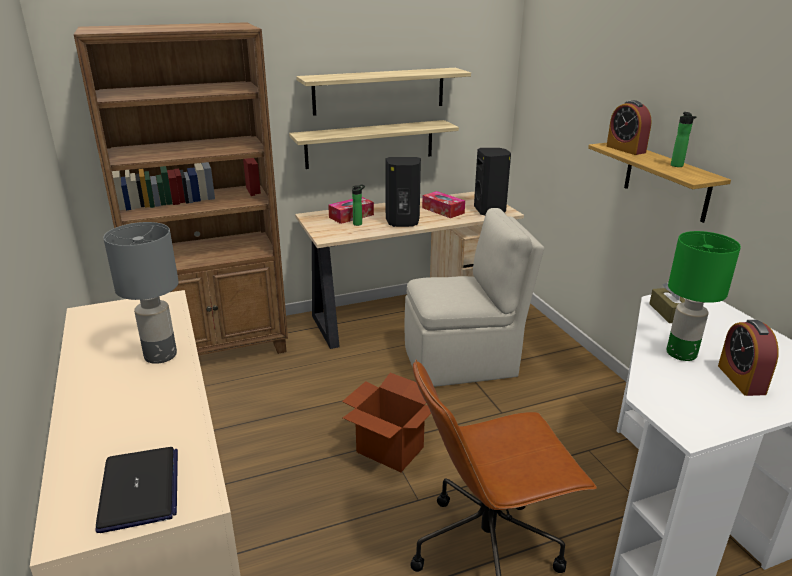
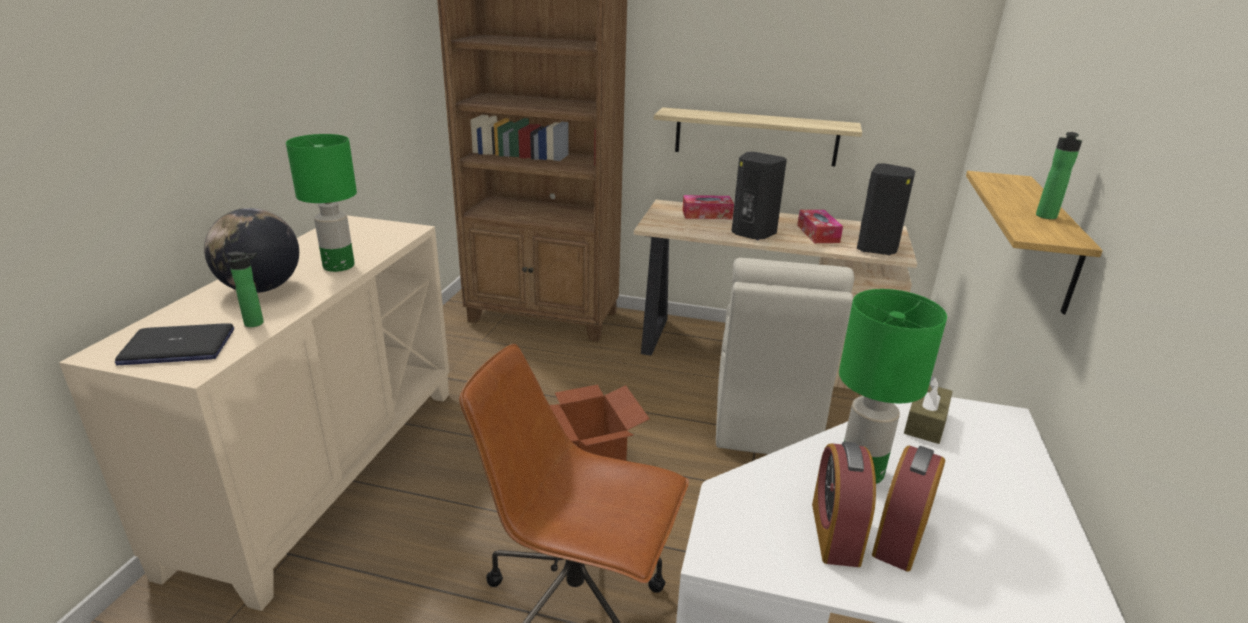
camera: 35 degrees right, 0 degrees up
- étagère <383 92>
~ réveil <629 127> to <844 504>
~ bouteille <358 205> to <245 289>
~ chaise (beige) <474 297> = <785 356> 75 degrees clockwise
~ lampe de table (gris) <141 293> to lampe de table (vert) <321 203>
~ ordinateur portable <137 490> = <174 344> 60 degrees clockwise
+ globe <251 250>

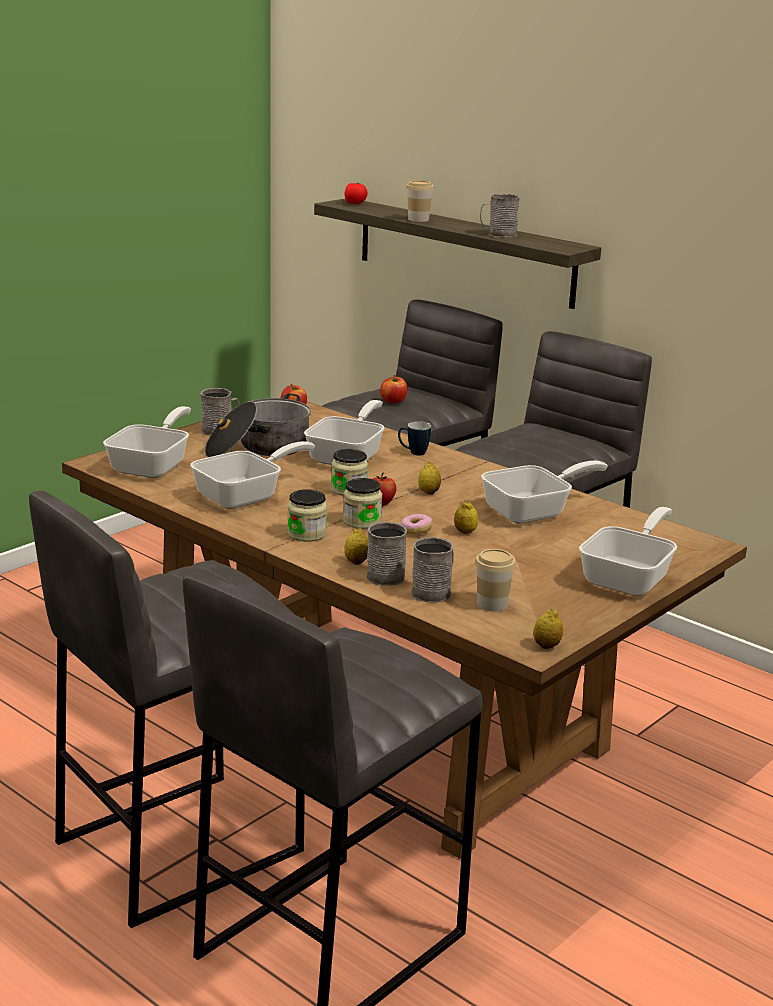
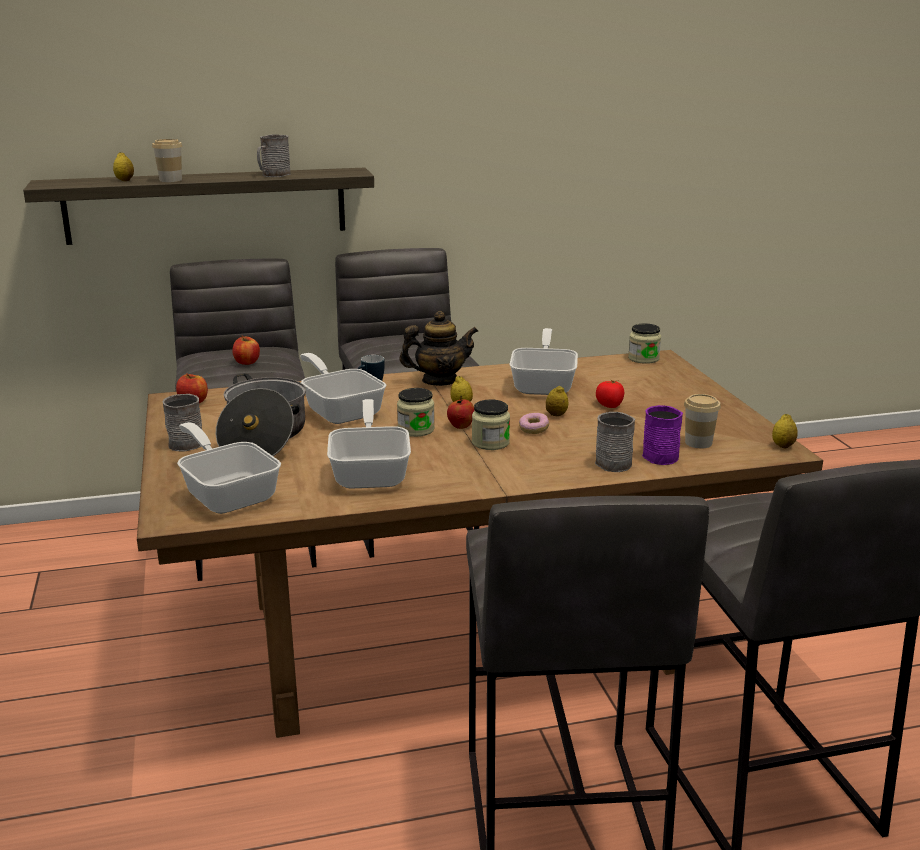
camera: 55 degrees left, 0 degrees up
~ tomate <356 193> to <610 393>
~ bocal <307 515> to <644 343>
- poêle <628 551>
~ citron <356 546> to <123 166>
~ mug (gris) <432 569> to mug (violet) <662 435>
+ théière <438 348>

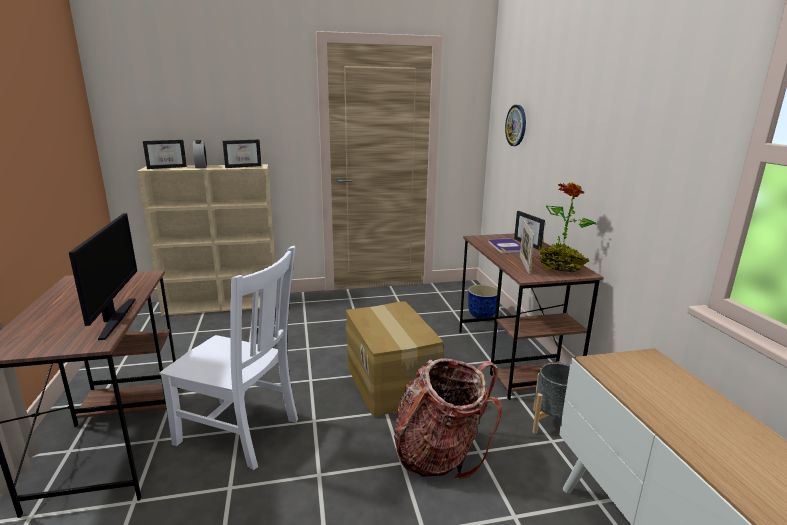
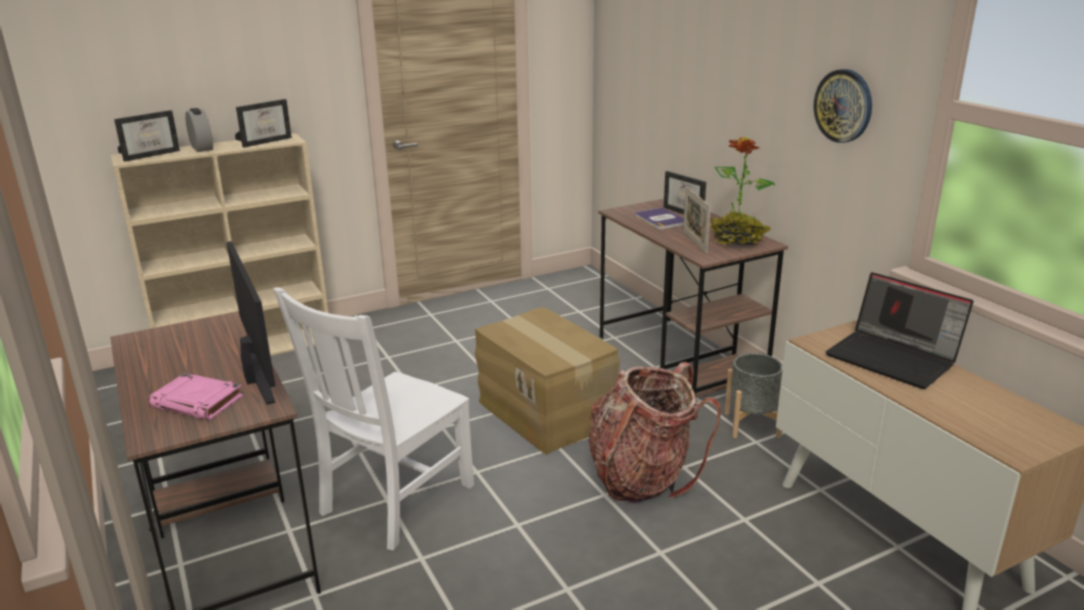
camera: 15 degrees left, 5 degrees up
~ horloge murale <515 125> to <842 106>
~ chaise (blanc) <229 358> = <373 419> 120 degrees clockwise
- cache-pot <483 301>
+ ordinateur portable <899 330>
+ livre (rose) <195 396>

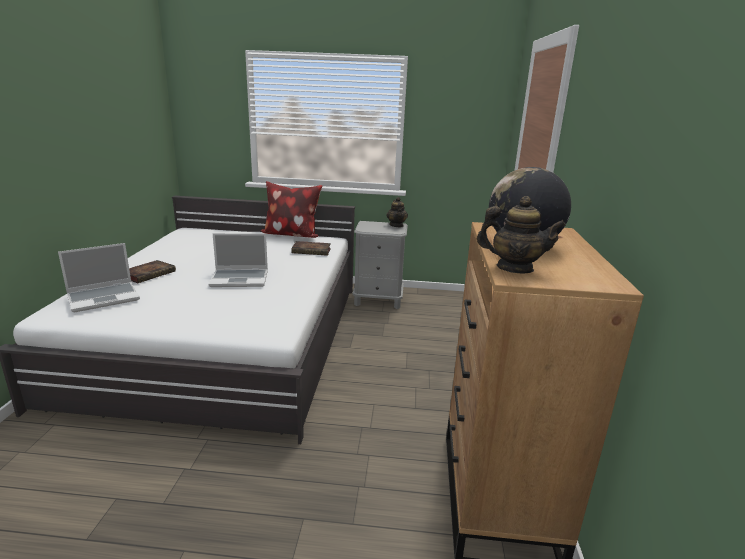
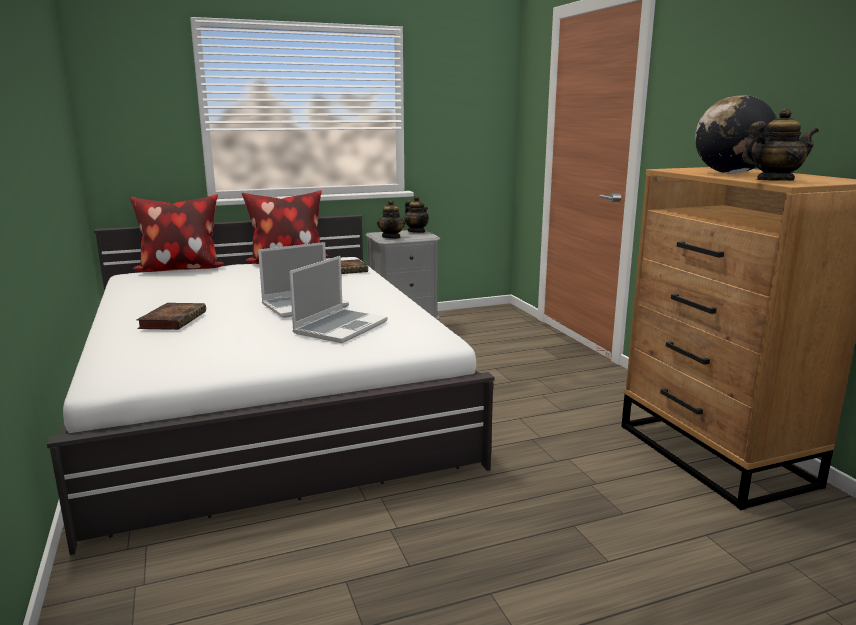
camera: 25 degrees left, 5 degrees down
~ ordinateur portable <99 278> to <338 299>
+ coussin <177 233>
+ théière <391 219>

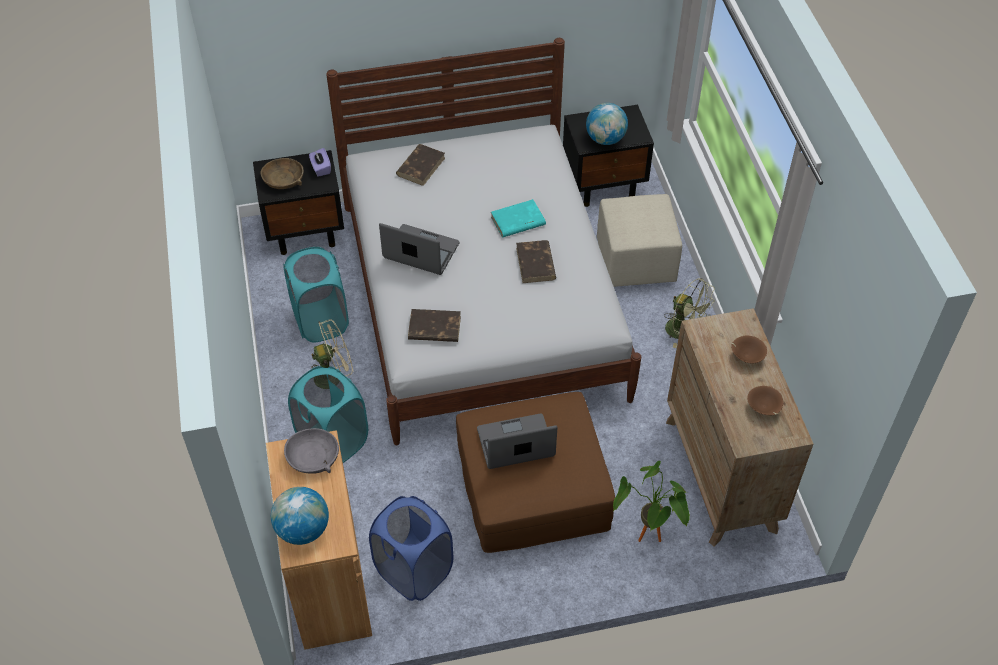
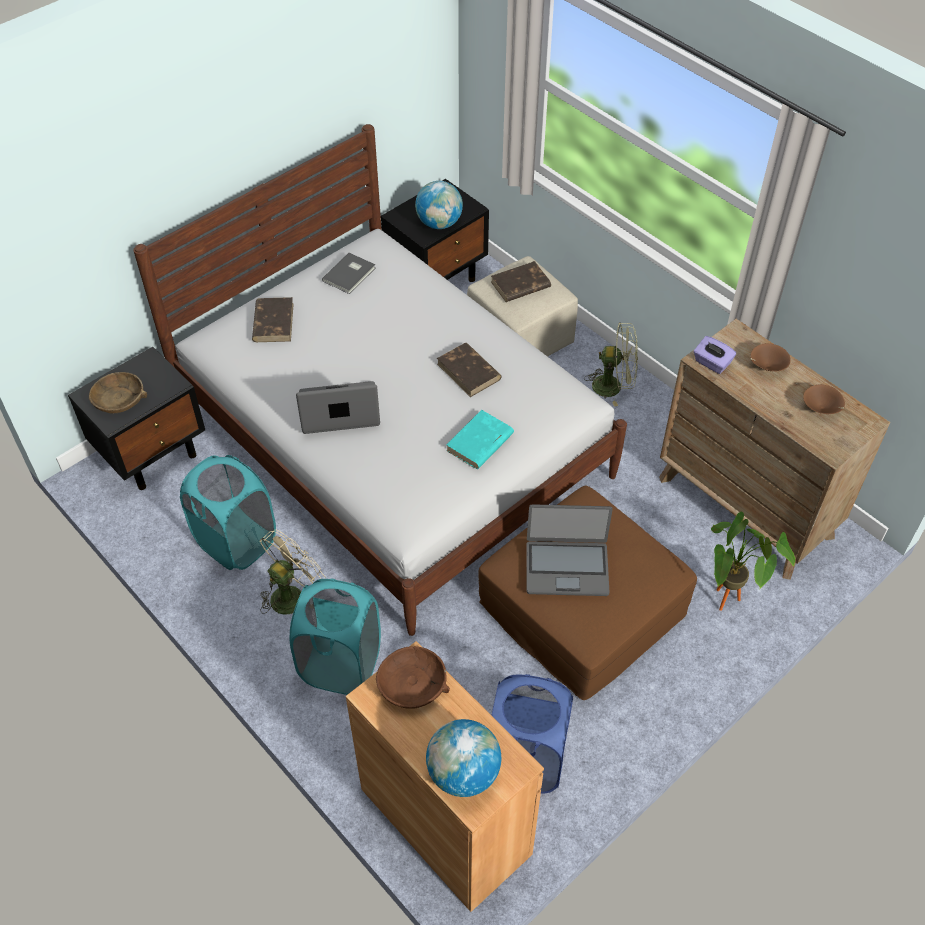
camera: 30 degrees left, 0 degrees up
~ boîte à mouchoirs (violet) <320 162> to <715 355>
~ livre (turquoise) <518 218> to <480 439>
~ livre (marron) <434 325> to <521 281>
~ ordinateur portable <517 441> = <569 550> 135 degrees counterclockwise
~ bol (gris) <311 451> to bol (marron) <413 677>
+ livre (gris) <348 273>

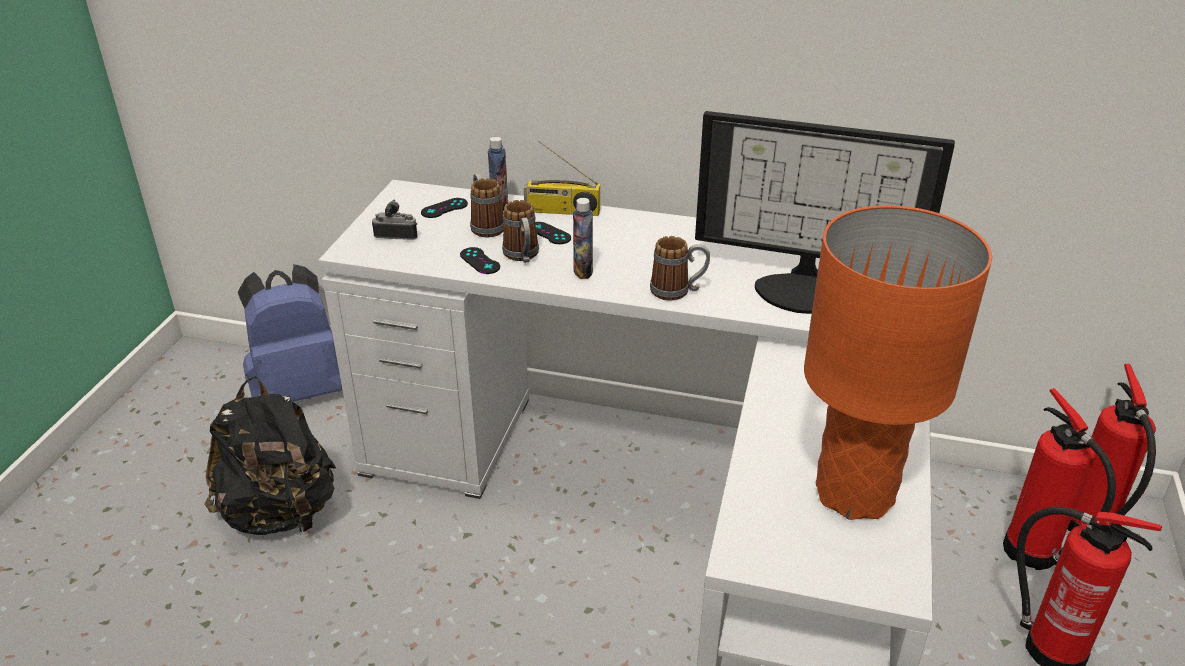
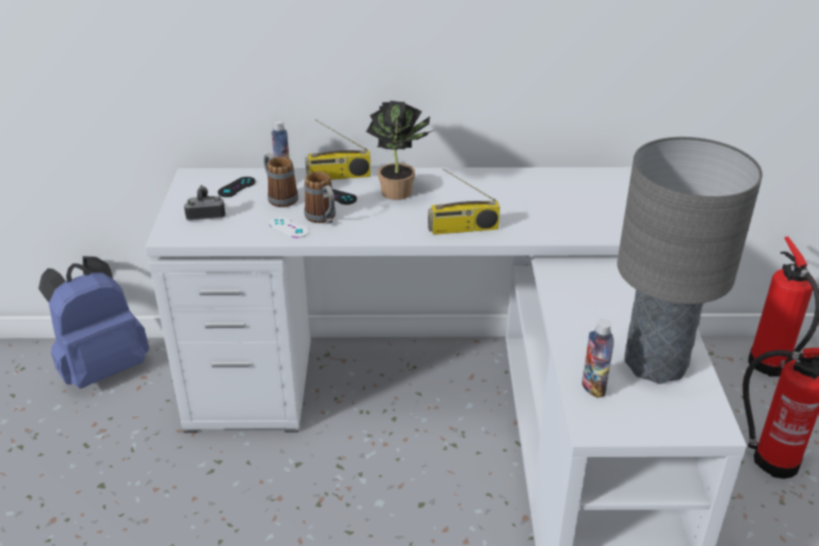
camera: 15 degrees left, 0 degrees up
- écran d'ordinateur <825 212>
~ bouteille <583 238> to <598 358>
~ lampe de table (orange) <898 362> to lampe de table (gris) <690 260>
~ mug <680 268> to radio <464 202>
~ manette (noir) <480 260> to manette (blanc) <289 227>
- sac à dos (noir) <270 455>
- extincteur <1059 479>
+ plante en pot <400 150>

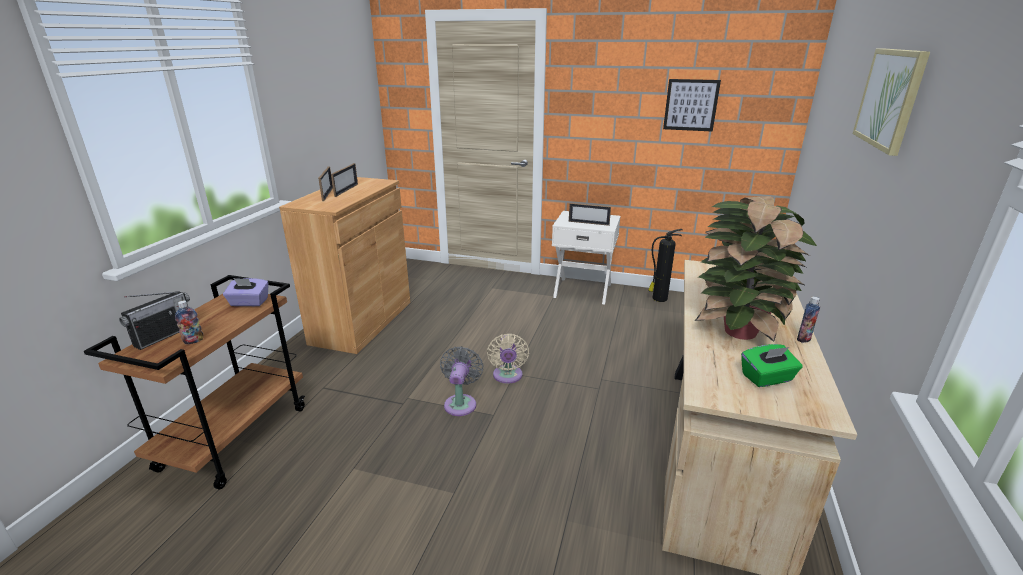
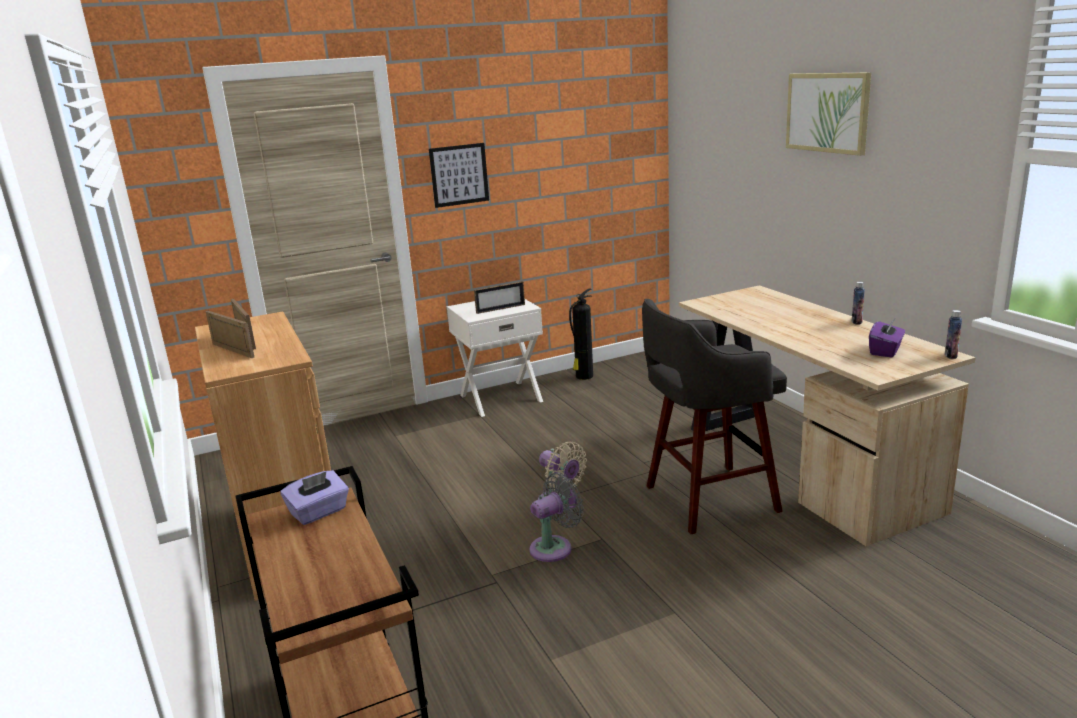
camera: 40 degrees left, 5 degrees down
~ tableau <692 105> to <459 175>
- plante en pot <756 269>
- radio <154 320>
~ bouteille <189 322> to <953 334>
~ boîte à mouchoirs (vert) <772 365> to boîte à mouchoirs (violet) <887 338>
~ ventilateur (gris) <462 381> = <557 517> 90 degrees clockwise
+ tabouret (gris) <714 416>

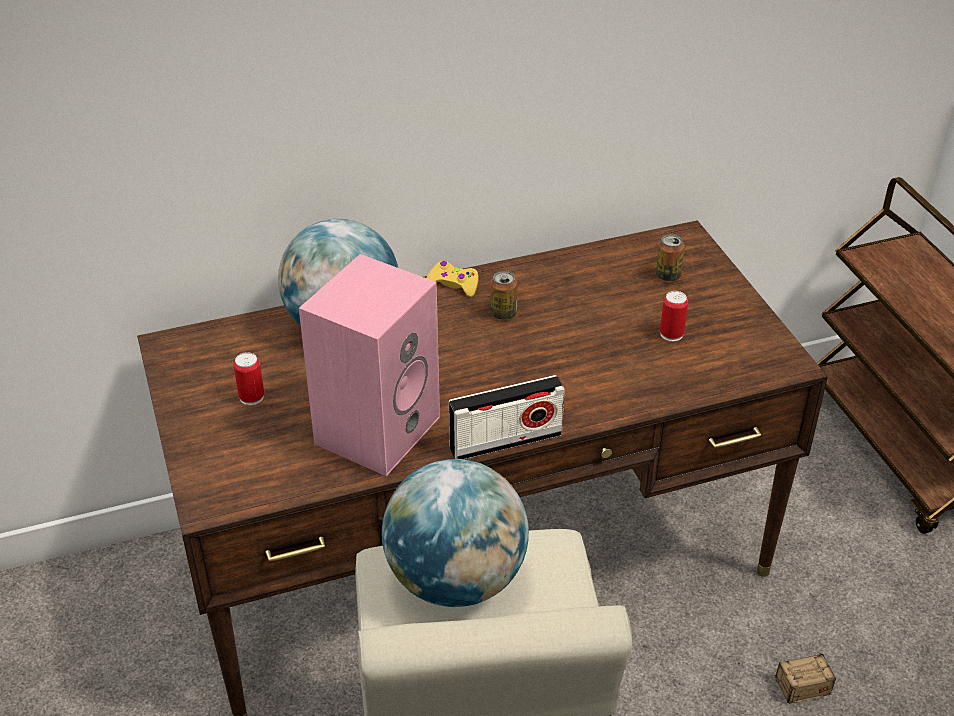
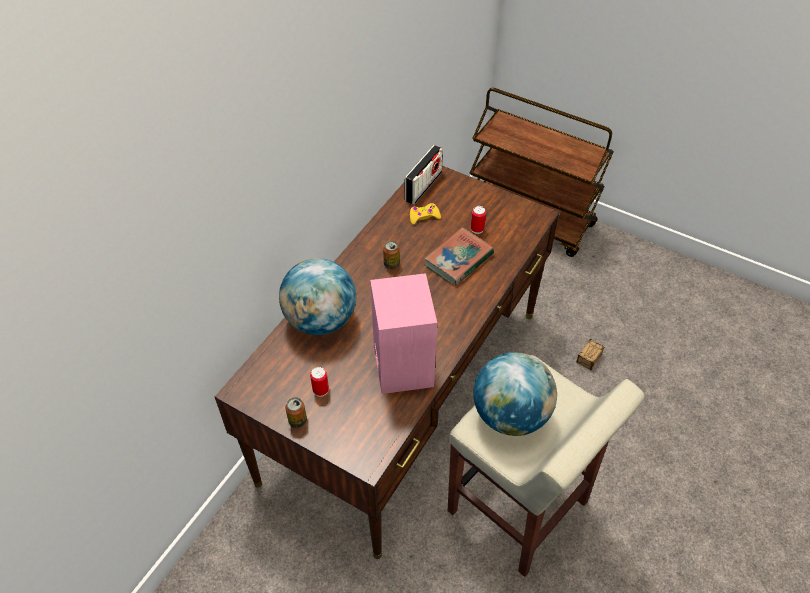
camera: 40 degrees left, 10 degrees up
~ boîte métallique <670 258> to <296 412>
~ manette (jaune) <453 279> to <425 214>
~ radio <507 417> to <424 175>
+ livre <459 256>

